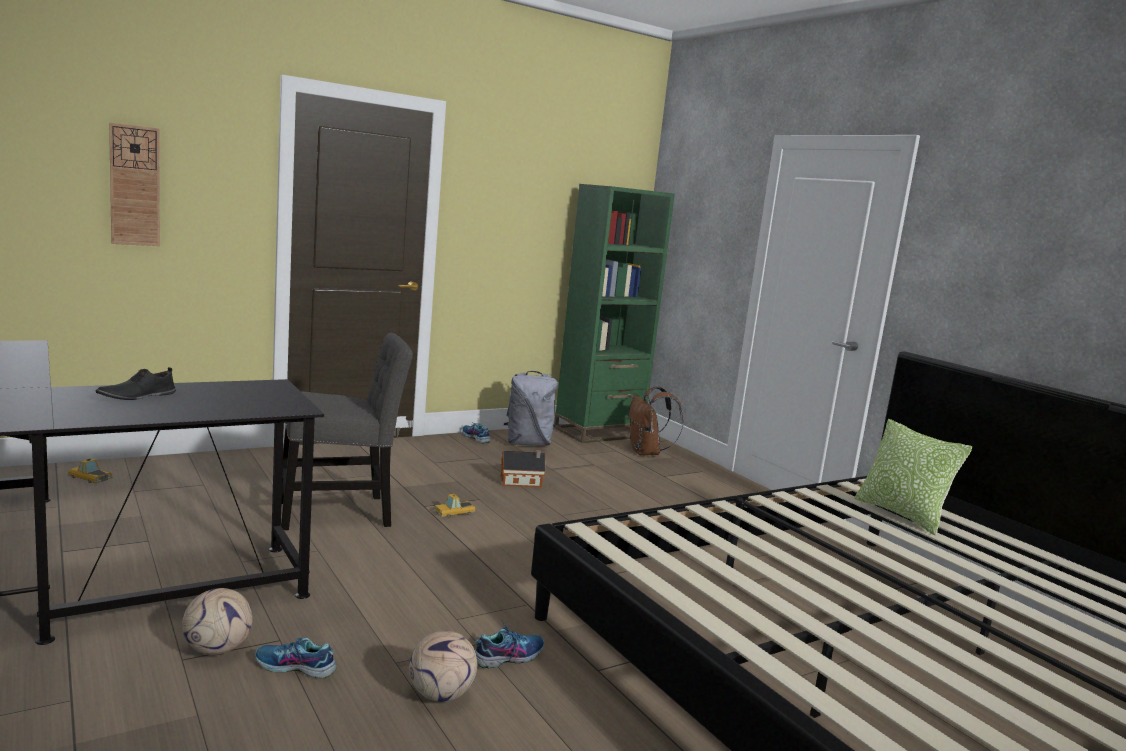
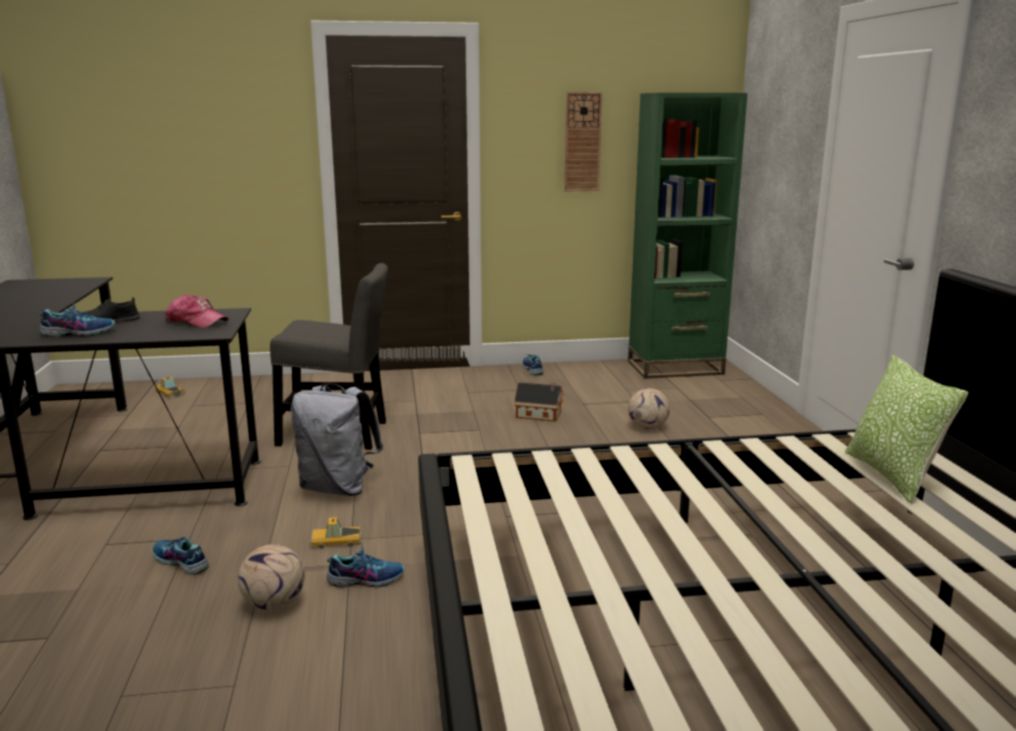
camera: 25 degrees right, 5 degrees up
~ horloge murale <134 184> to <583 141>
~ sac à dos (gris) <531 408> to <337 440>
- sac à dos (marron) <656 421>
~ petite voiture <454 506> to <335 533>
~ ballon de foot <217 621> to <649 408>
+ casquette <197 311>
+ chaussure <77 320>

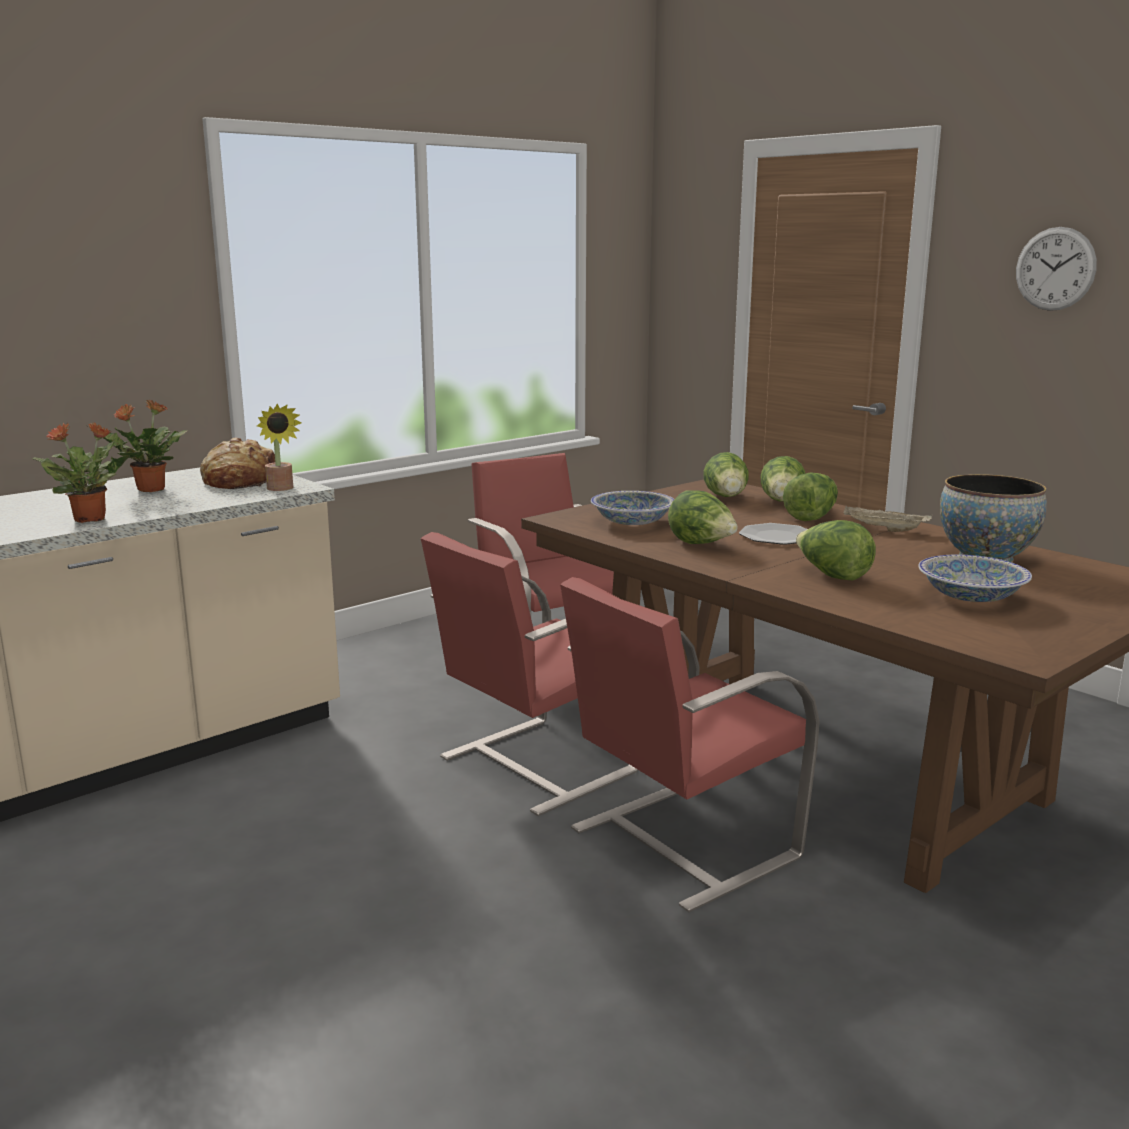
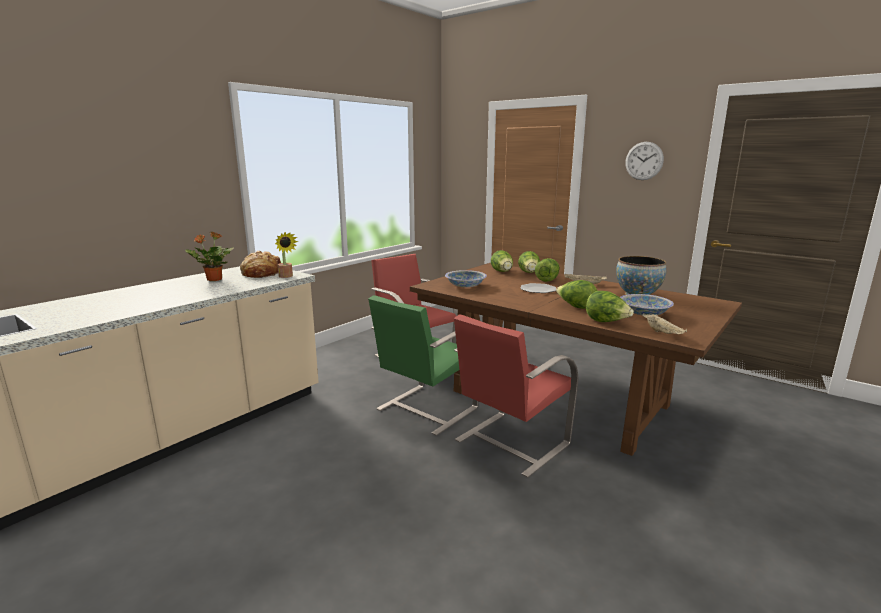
camera: 10 degrees left, 0 degrees up
- plante en pot <81 472>
~ laitue <703 517> to <610 306>
~ chaise (rouge) <529 674> to chaise (vert) <423 365>
+ plateau (beige) <664 324>

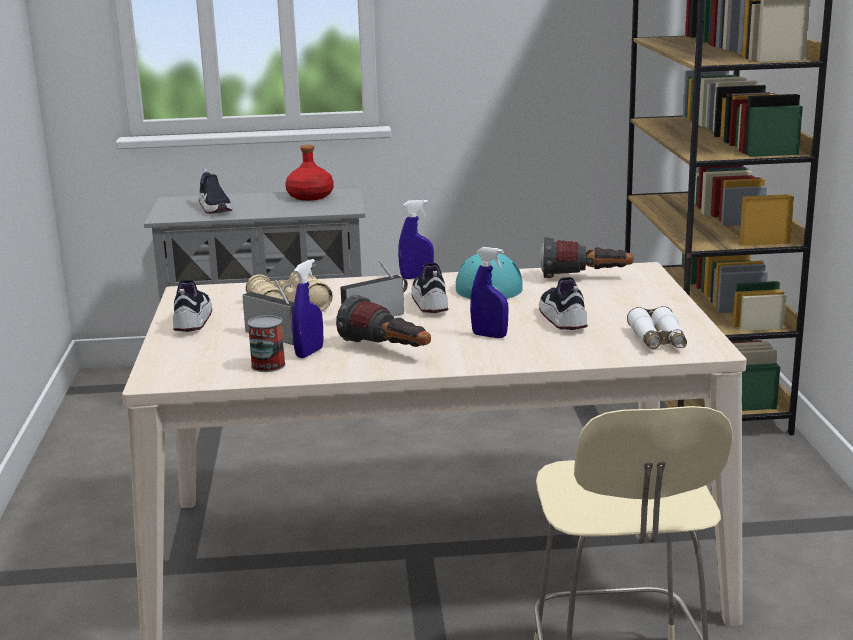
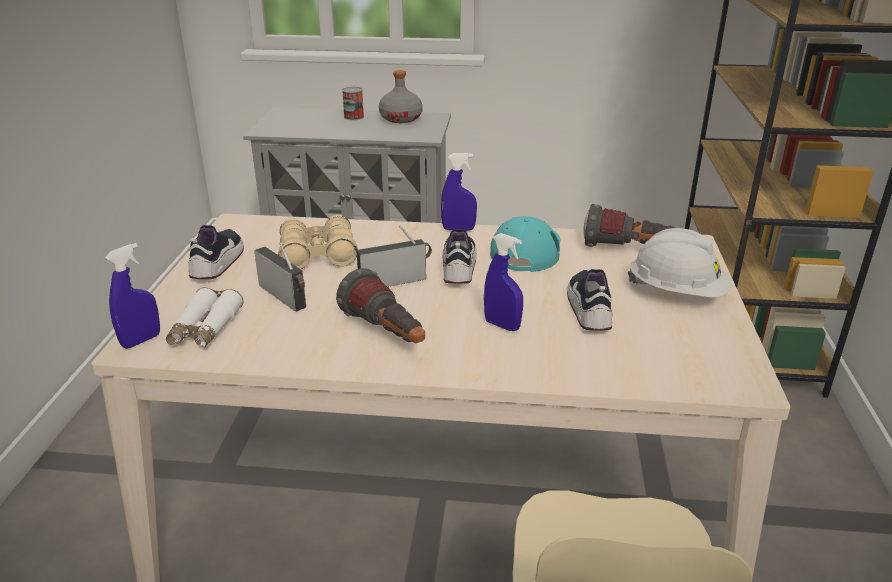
camera: 10 degrees right, 10 degrees up
~ bouteille (rouge) <309 173> to bouteille (gris) <401 96>
- chaussure <215 191>
~ vaporisateur (bleu) <307 308> to <132 296>
~ jumelles (blanc) <657 327> to <205 317>
~ boîte métallique <267 343> to <353 103>
+ casque de chantier (blanc) <679 263>

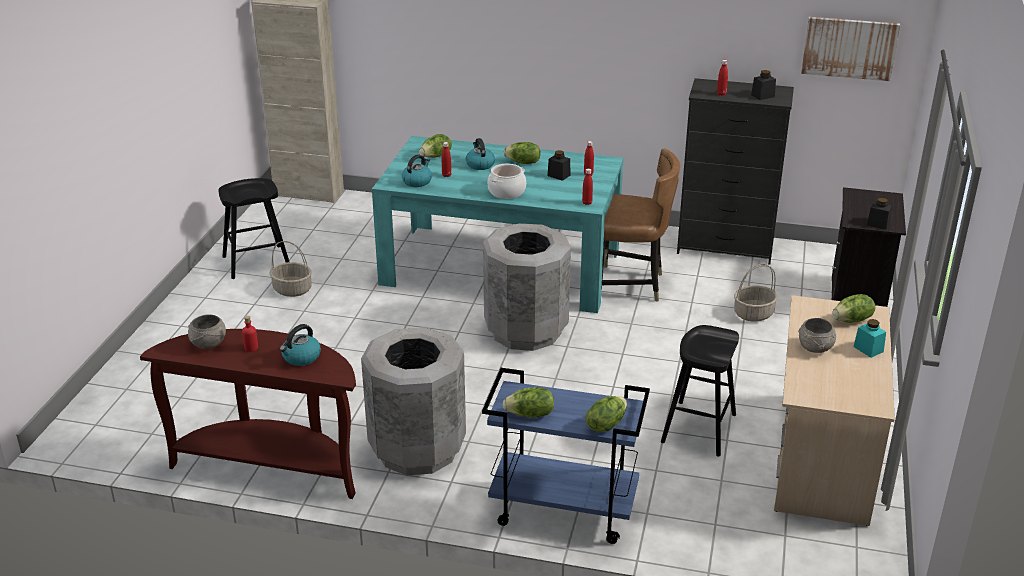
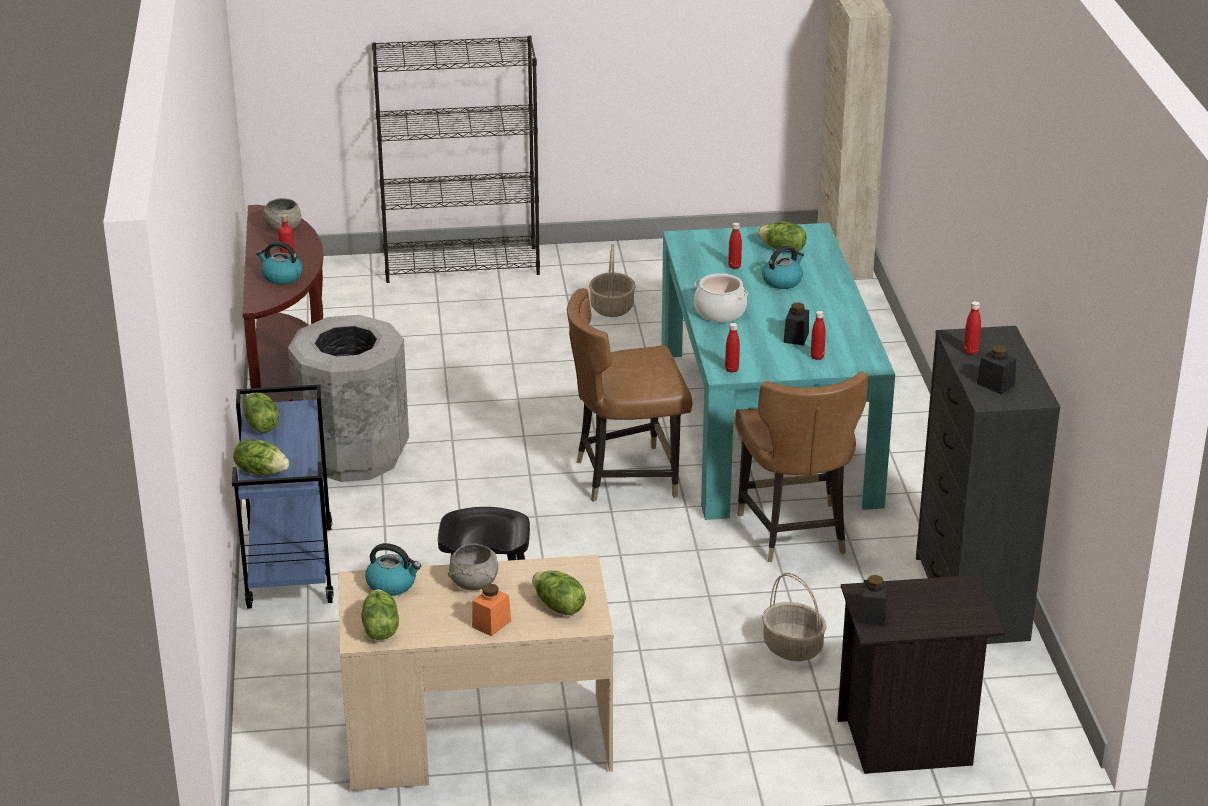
camera: 70 degrees right, 0 degrees up
- tableau <850 49>
~ laitue <522 153> to <380 614>
~ bouilloire <417 171> to <393 569>
- tabouret (noir) <253 228>
~ poubelle (gris) <527 287> to chaise (marron) <630 395>
~ bocal (turquoise) <870 338> to bocal (orange) <491 610>
+ bibliothèque (noir) <456 159>

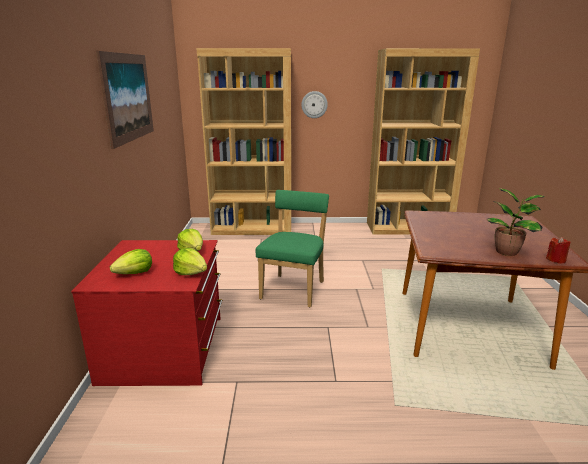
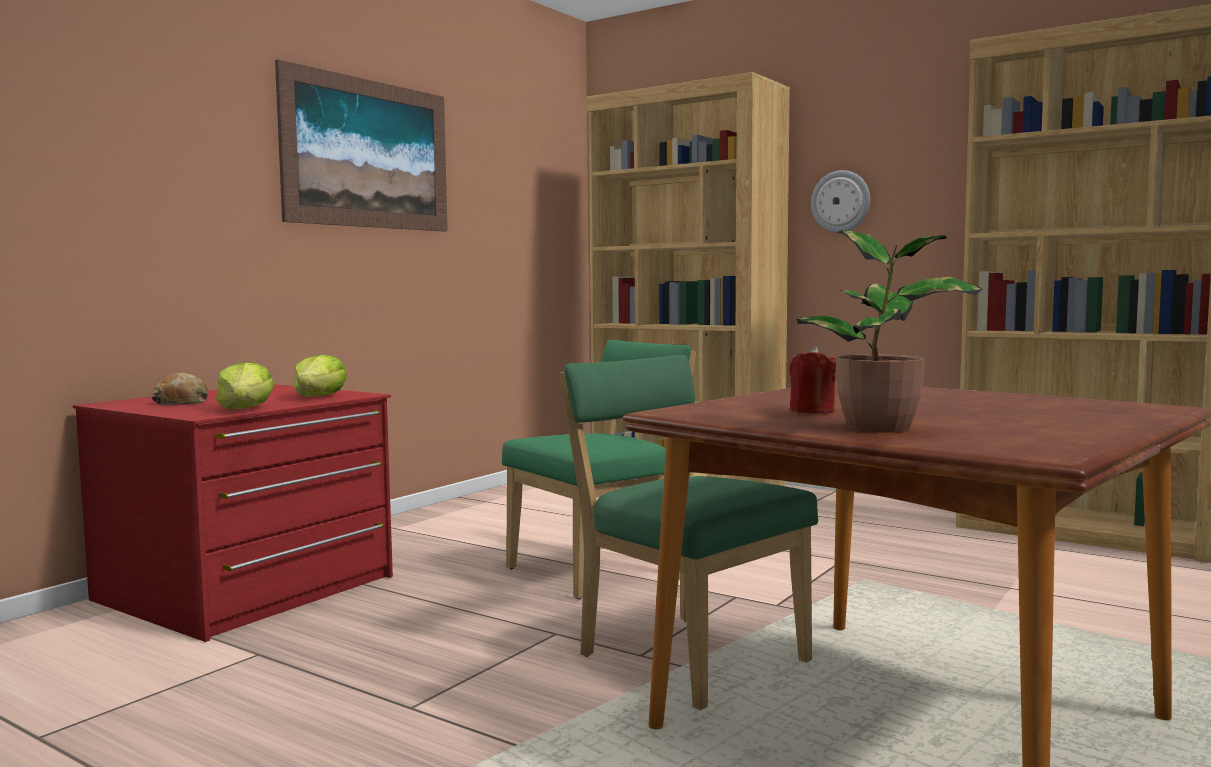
camera: 35 degrees right, 15 degrees down
~ bougie (rouge) <558 250> to <812 379>
~ laitue <131 261> to pain <180 389>
+ chaise (vert) <689 532>

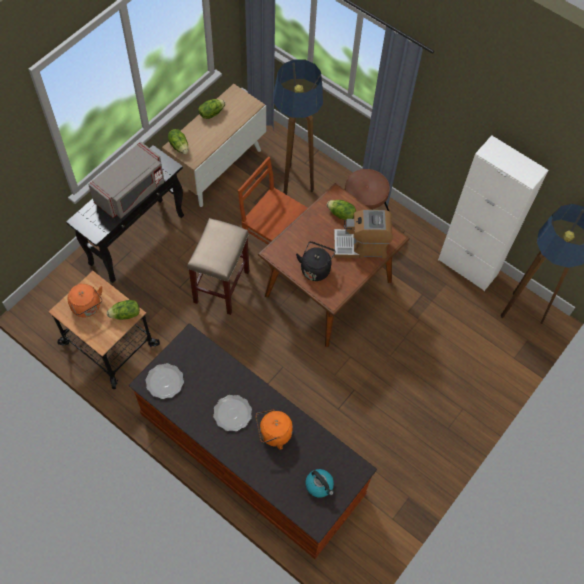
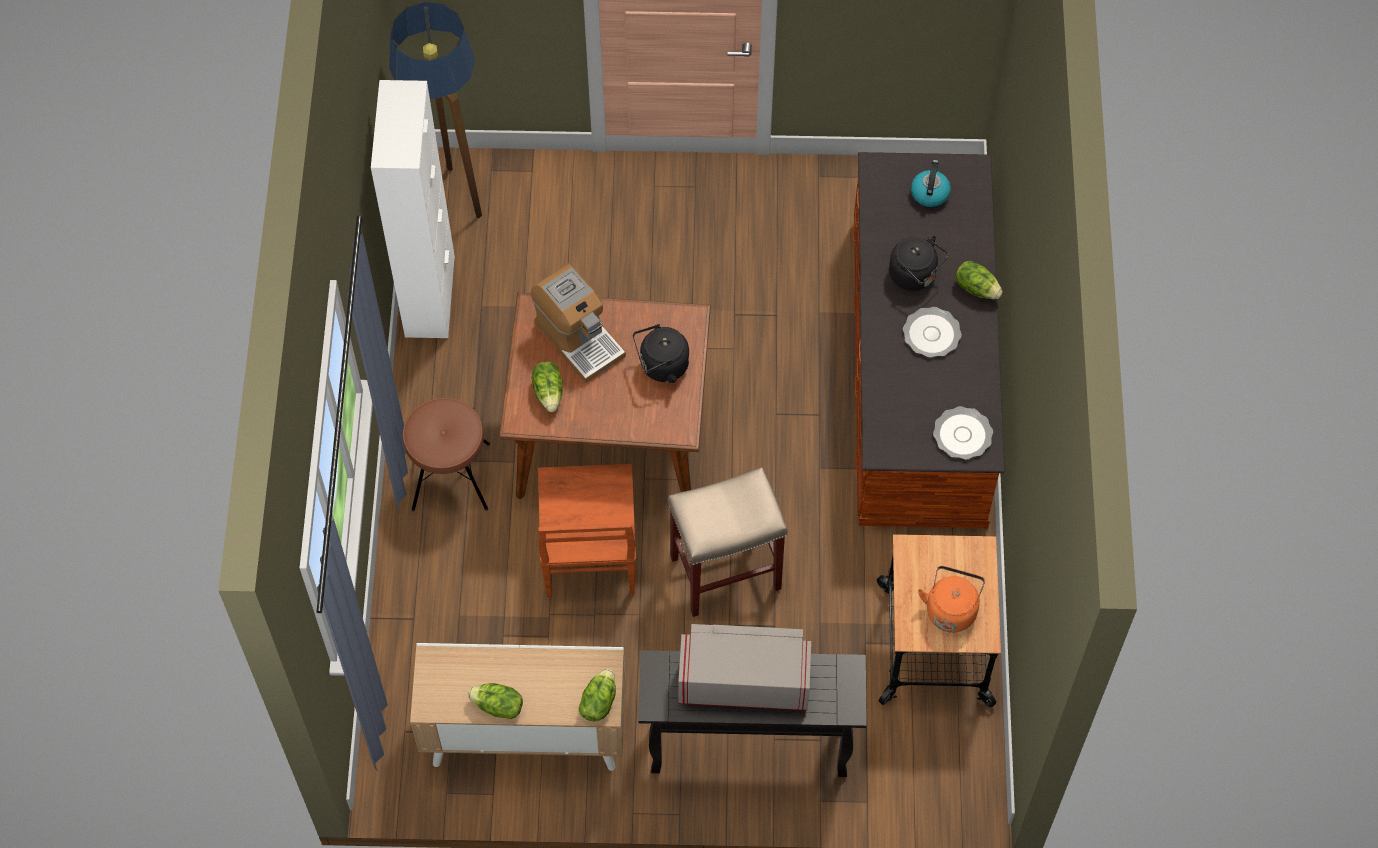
camera: 125 degrees left, 0 degrees up
- lampadaire <298 127>
~ laitue <123 310> to <979 280>
~ bouilloire (orange) <274 429> to bouilloire (noir) <918 263>

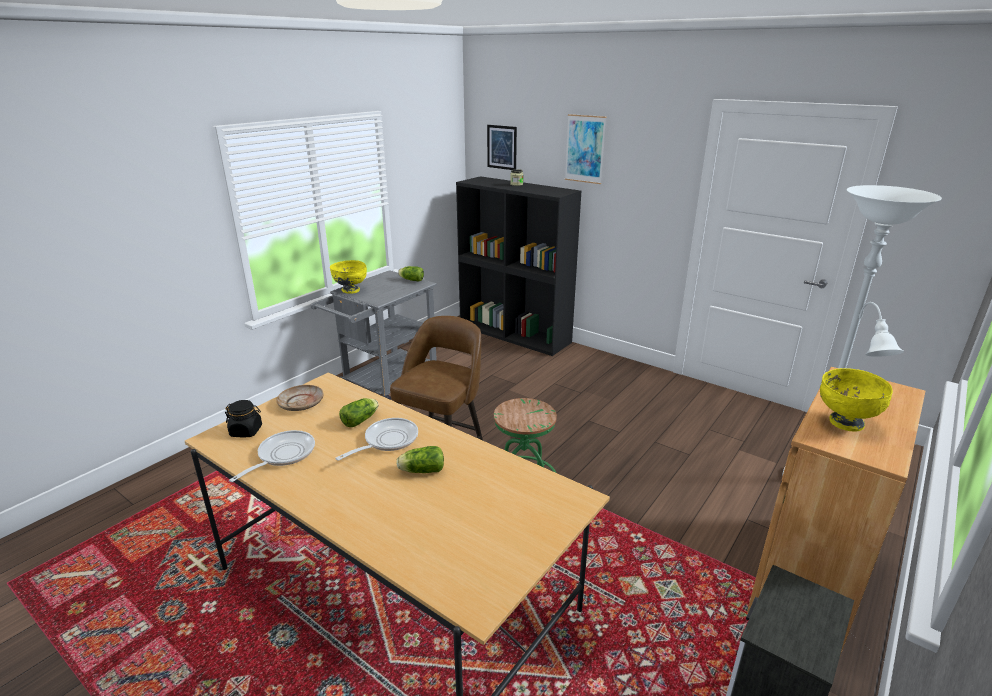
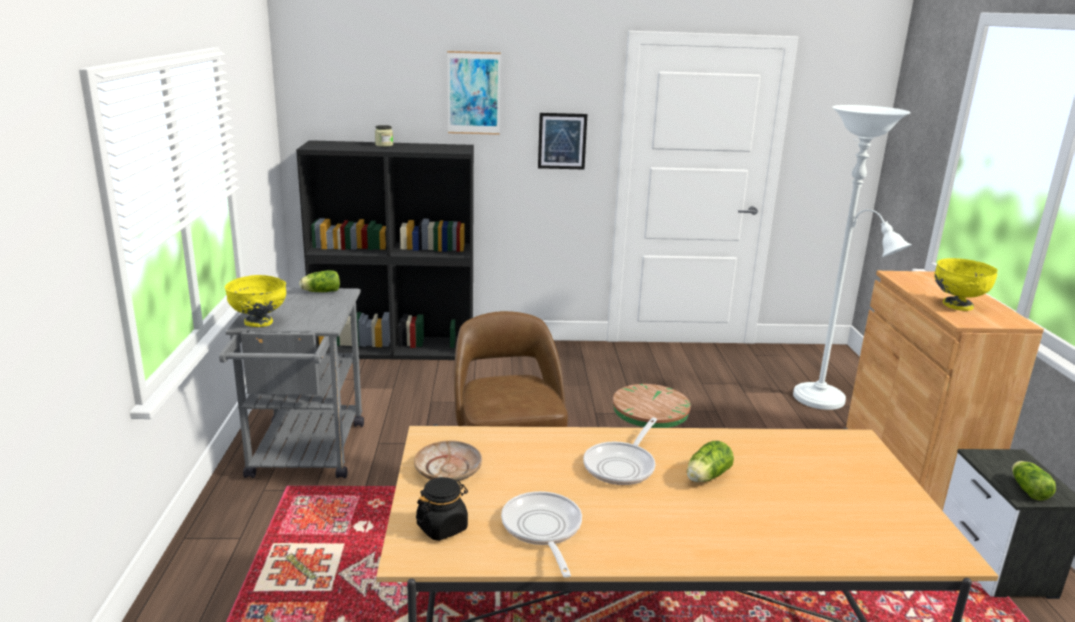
camera: 40 degrees left, 5 degrees down
~ tableau <502 147> to <563 141>
~ laitue <358 412> to <1034 480>
~ poêle <376 439> = <620 451> 150 degrees counterclockwise

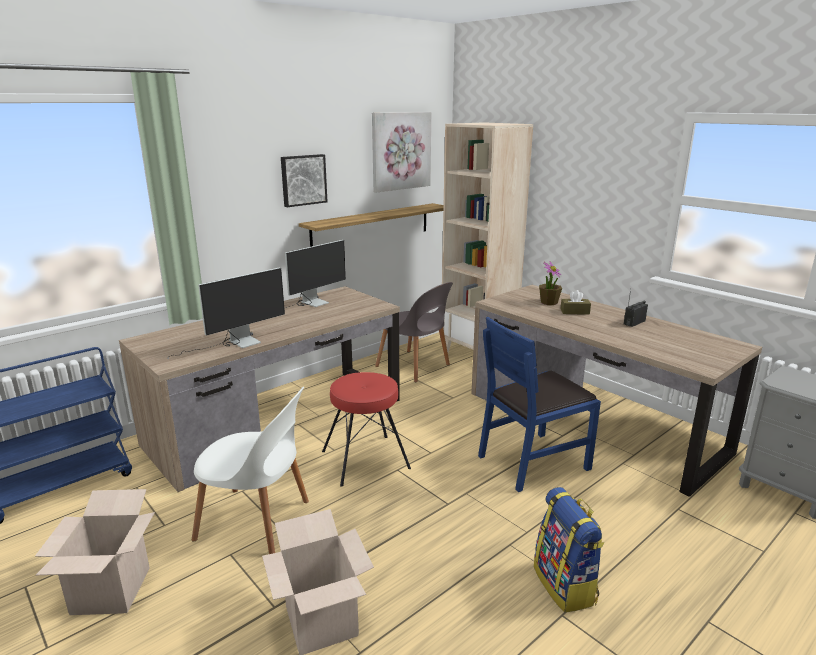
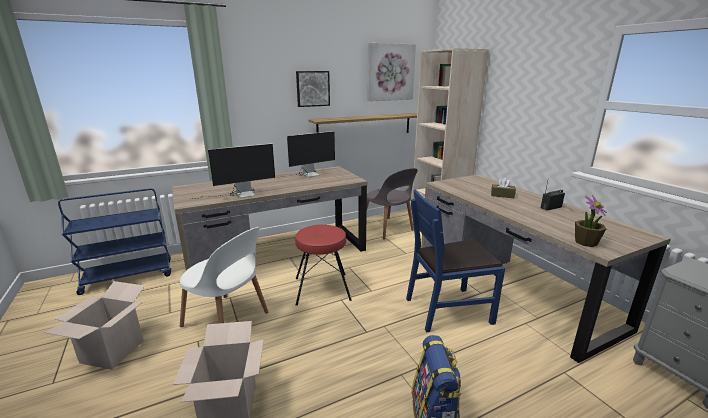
camera: 15 degrees right, 0 degrees up
~ plante en pot <550 283> to <591 221>

